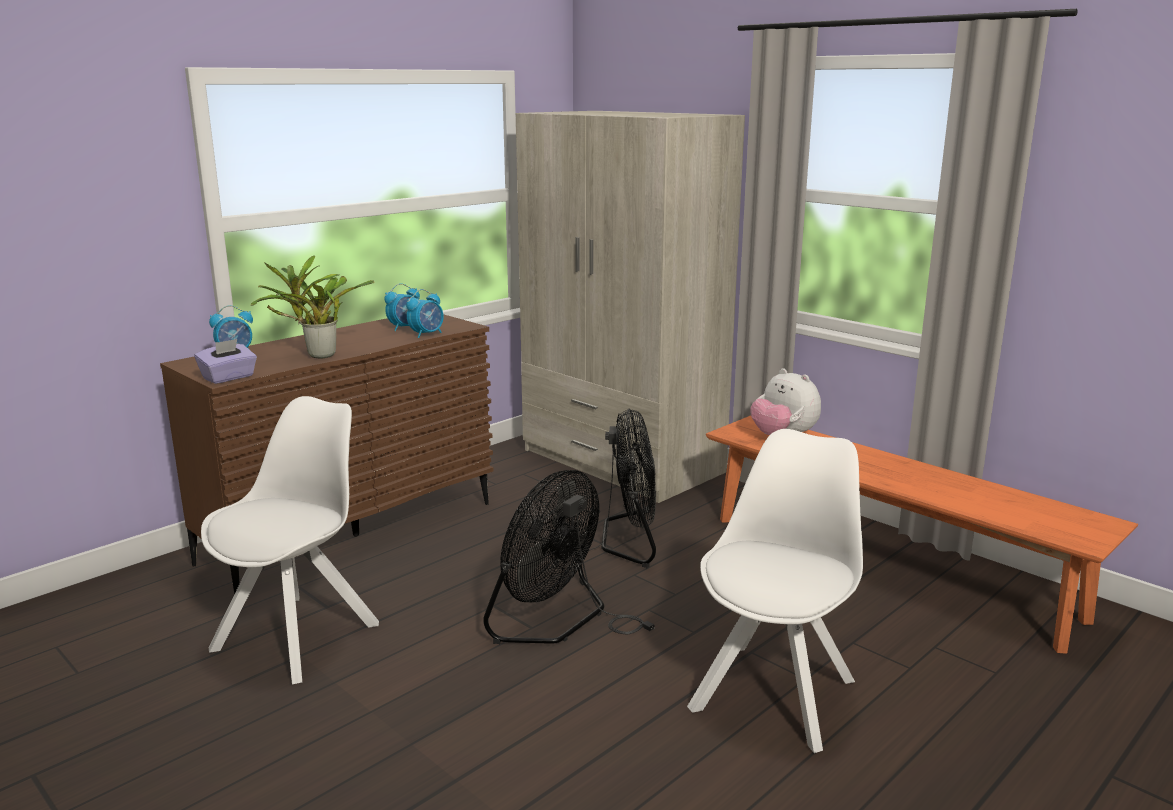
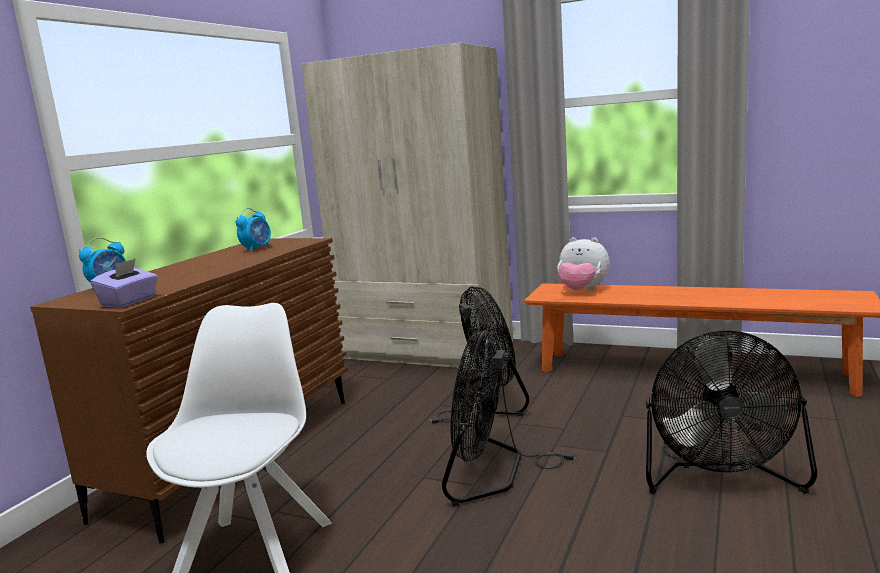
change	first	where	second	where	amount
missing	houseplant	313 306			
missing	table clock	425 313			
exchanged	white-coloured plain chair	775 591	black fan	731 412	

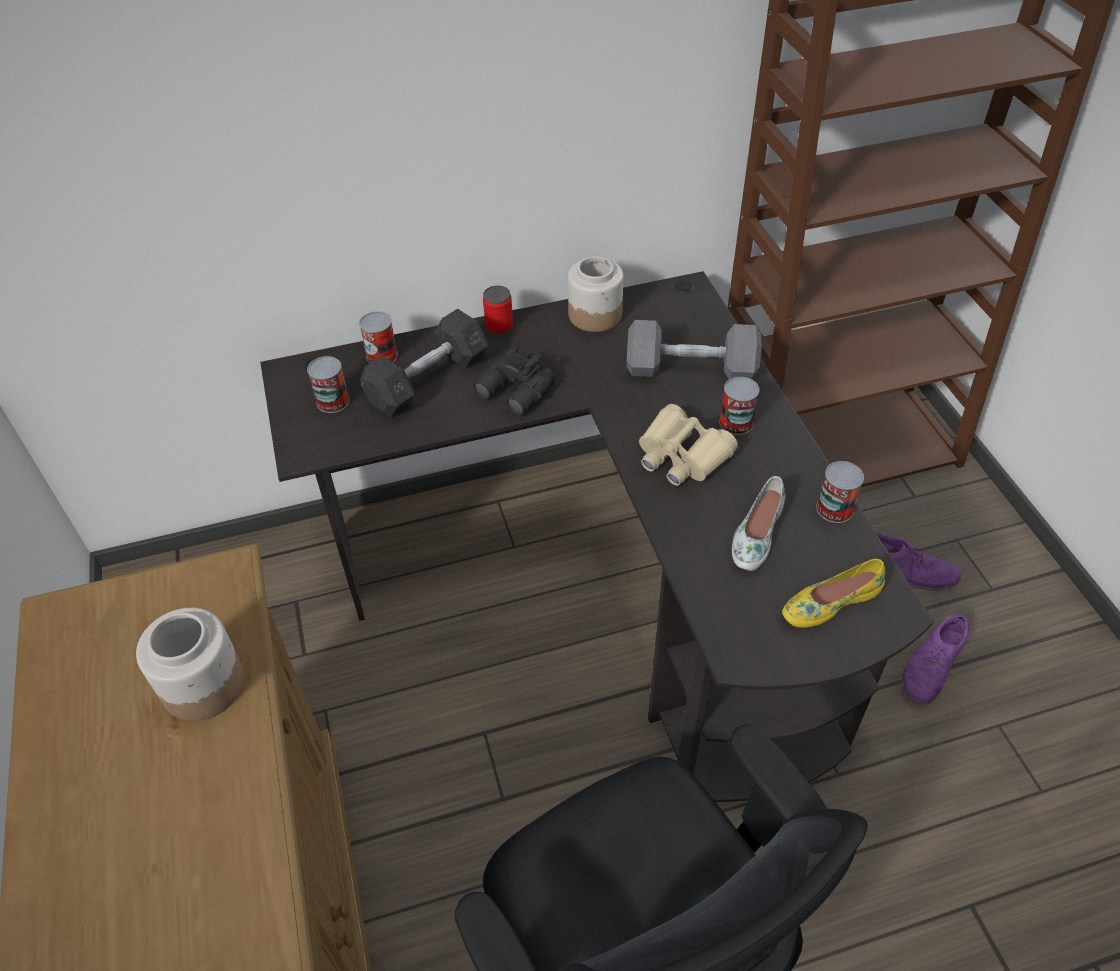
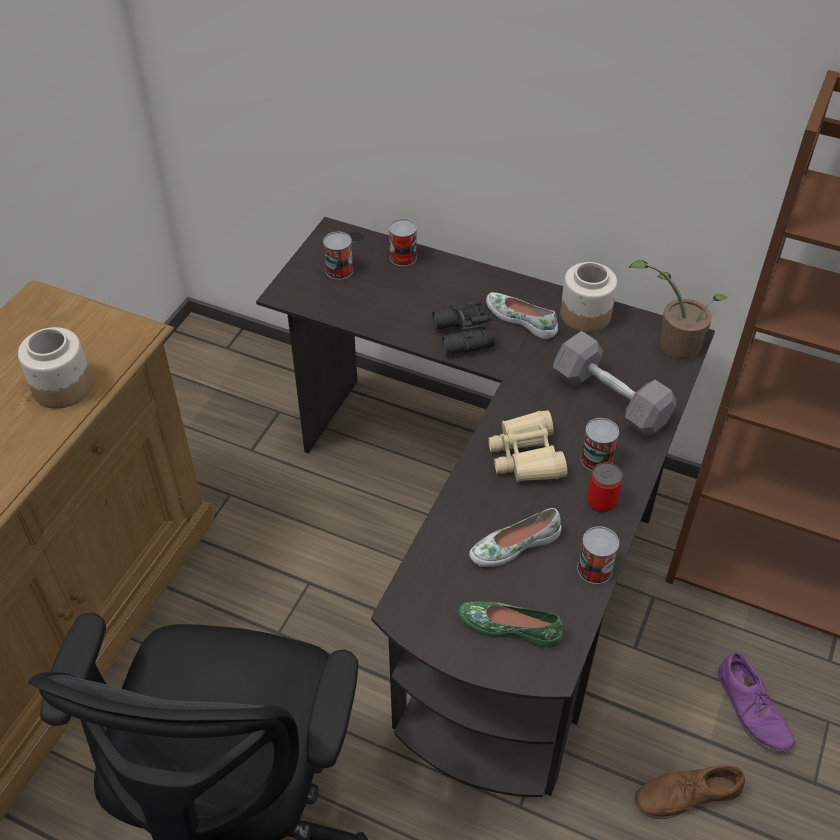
change	first	where	second	where	amount
missing	greyish dumbbell	424 363			
appeared			white-coloured shoe	522 315	
appeared			houseplant	678 309	
relocated	can	498 310		605 487	
colour	yellowish shoe	833 593	green shoe	510 624	
colour	purplish shoe	935 659	brown shoe	690 792	

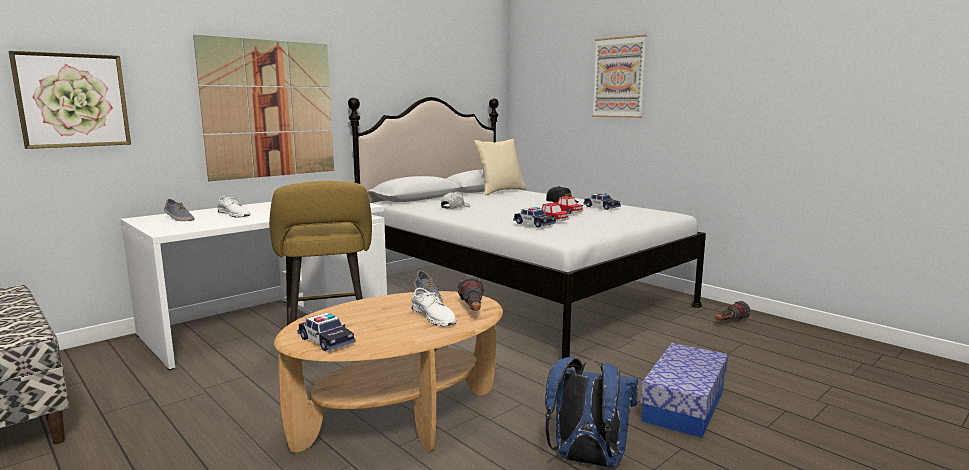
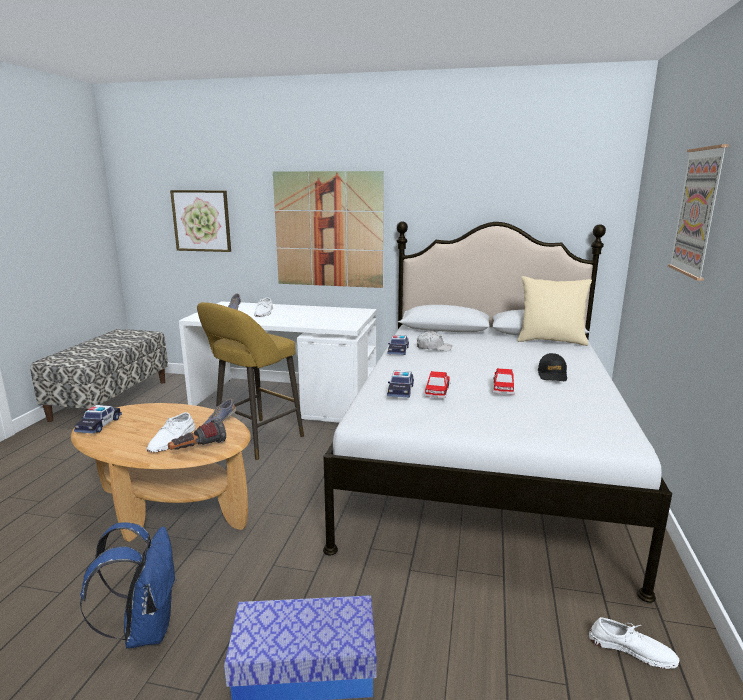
change	first	where	second	where	amount
relocated	miniature car	602 201		398 345	
exchanged	flashlight	733 311	white-coloured shoe	634 643	

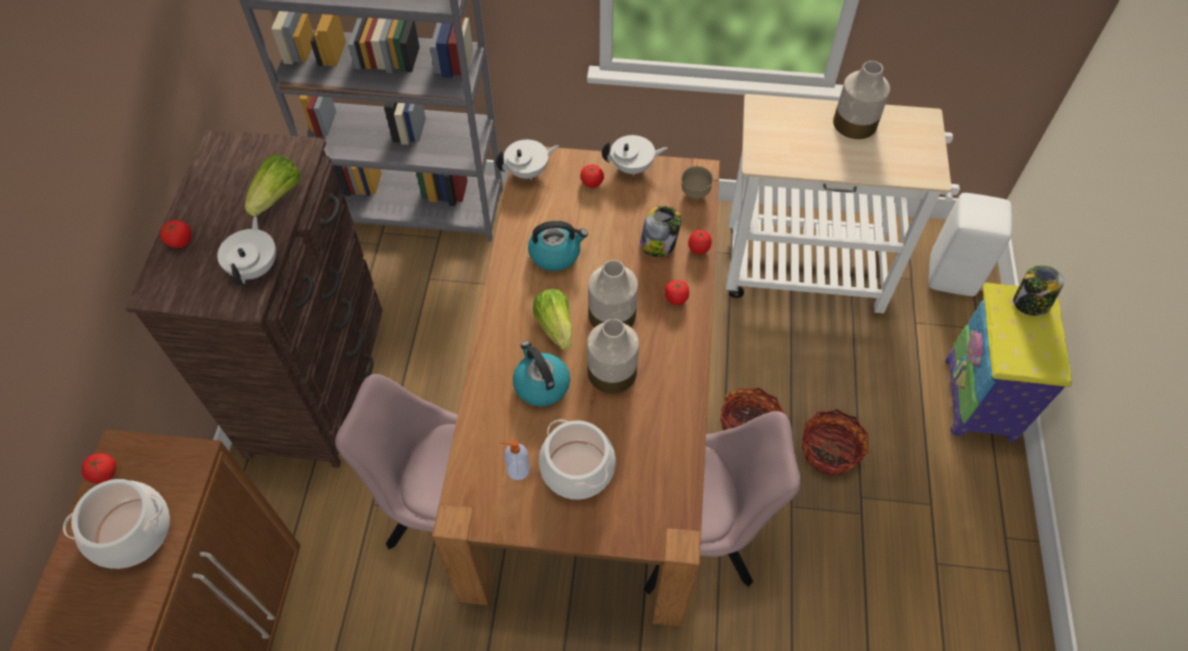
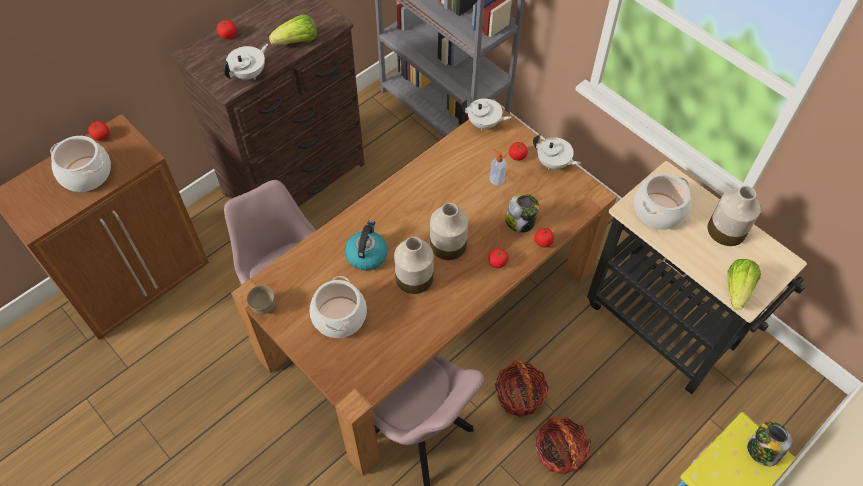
change	first	where	second	where	amount
missing	water kettle	558 246			
missing	white-coloured sitting stool	970 244			
appeared			saucepot	662 201	
relocated	soap dispenser	515 460		498 167	
relocated	lettuce head	552 319		744 284	
relocated	brown bowl	697 182		261 299	
colour	white-coloured trolley	843 203	black trolley	697 277	

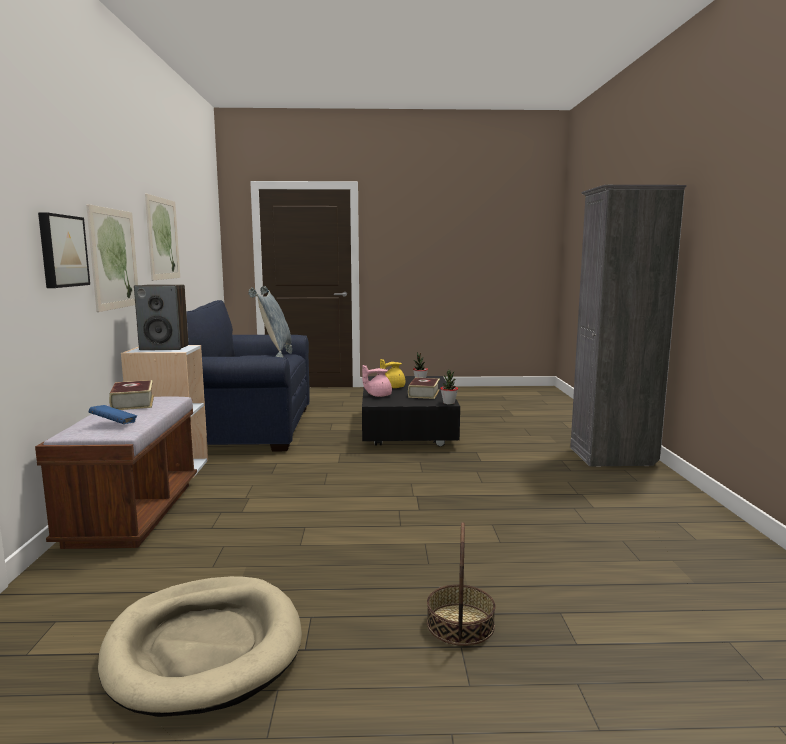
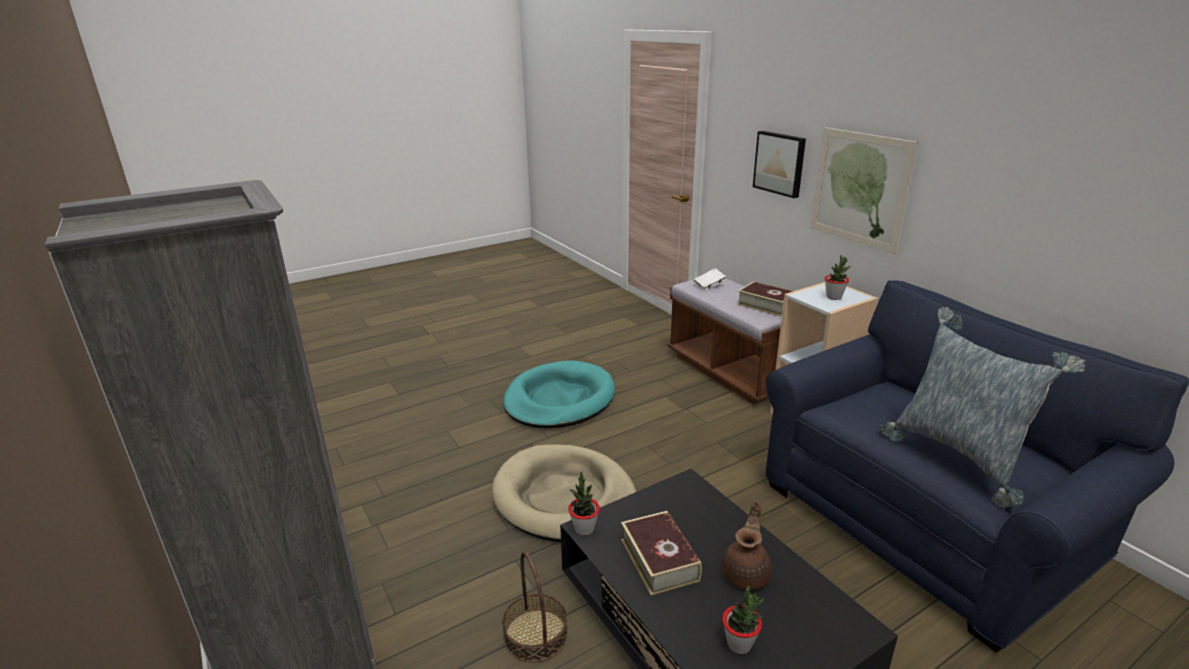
change	first	where	second	where	amount
missing	picture	162 237			
missing	pinkish pot for tea	377 381			
appeared			turquoise pet bed	559 394	
relocated	sand-coloured pet bed	200 646		564 493	
relocated	household basket	461 584		535 607	
exchanged	audio speaker	161 317	houseplant	837 277	
colour	blue book	113 414	white-coloured book	710 279	
colour	yellowish pot for tea	393 373	brown pot for tea	747 545	

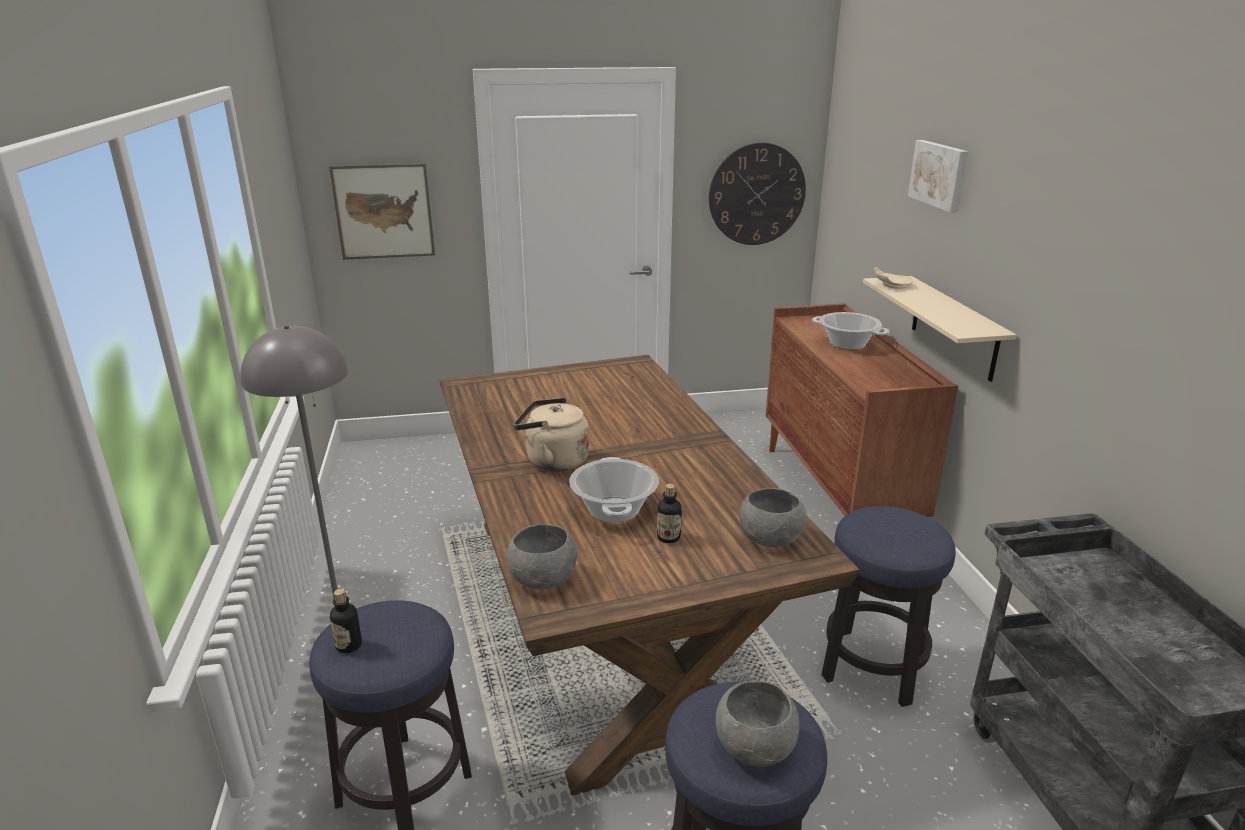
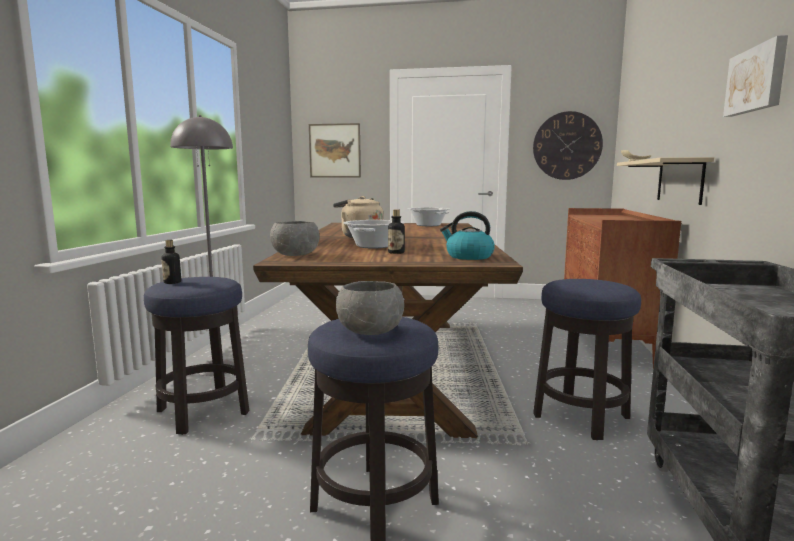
change	first	where	second	where	amount
relocated	saucepot	850 331		429 216	
relocated	picture	938 176		755 76	
exchanged	greyish bowl	773 517	water kettle	467 235	

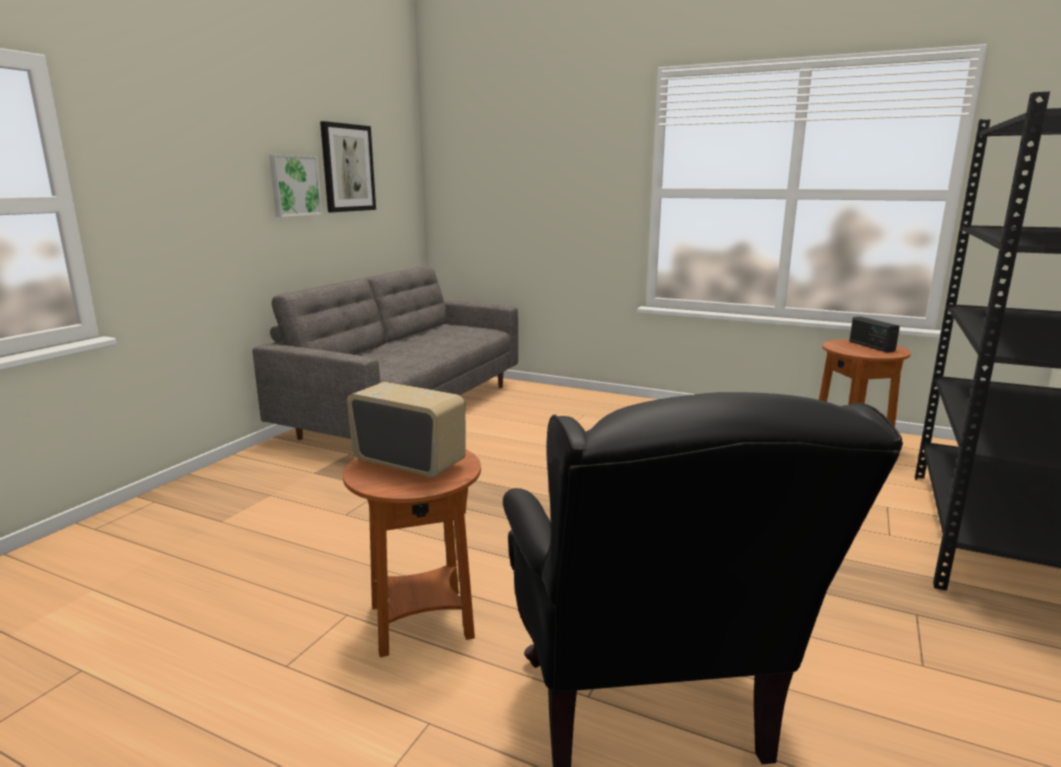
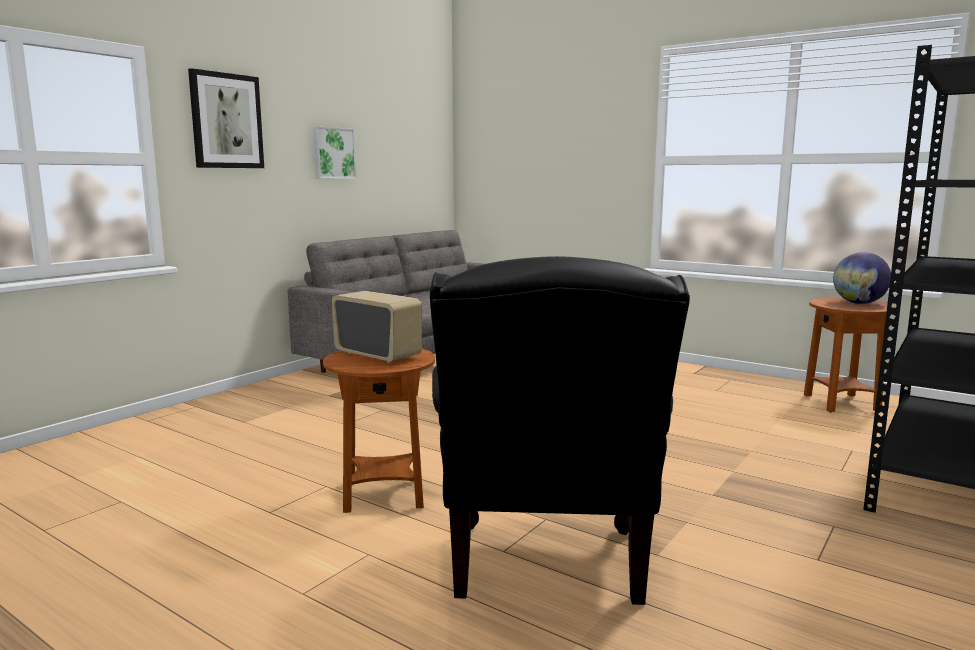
change	first	where	second	where	amount
relocated	picture	348 166		226 118	
exchanged	radio set	874 334	globe	862 278	

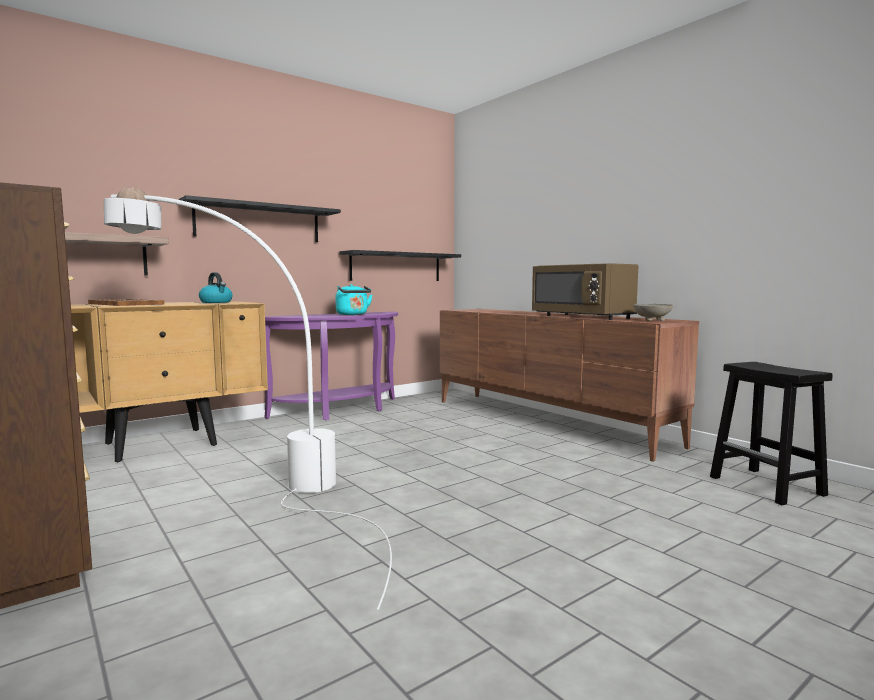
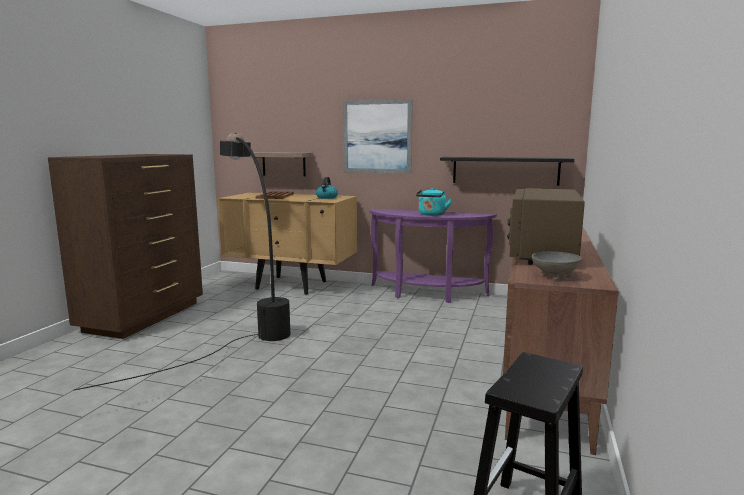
change	first	where	second	where	amount
exchanged	black shelf	259 218	picture	378 136	
colour	white-coloured standing lamp	248 399	black standing lamp	182 261	

